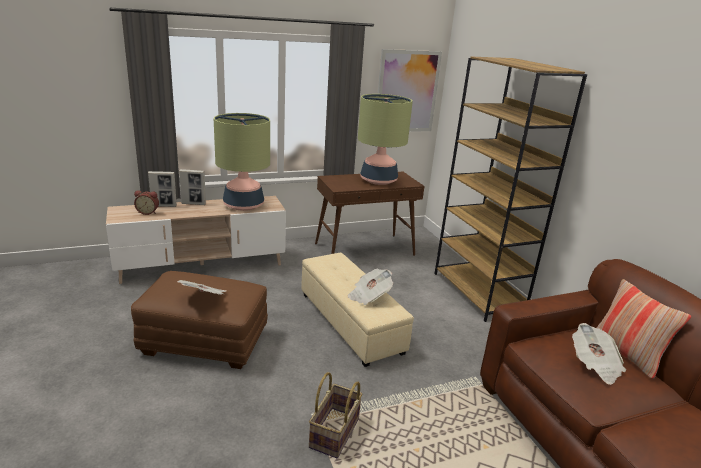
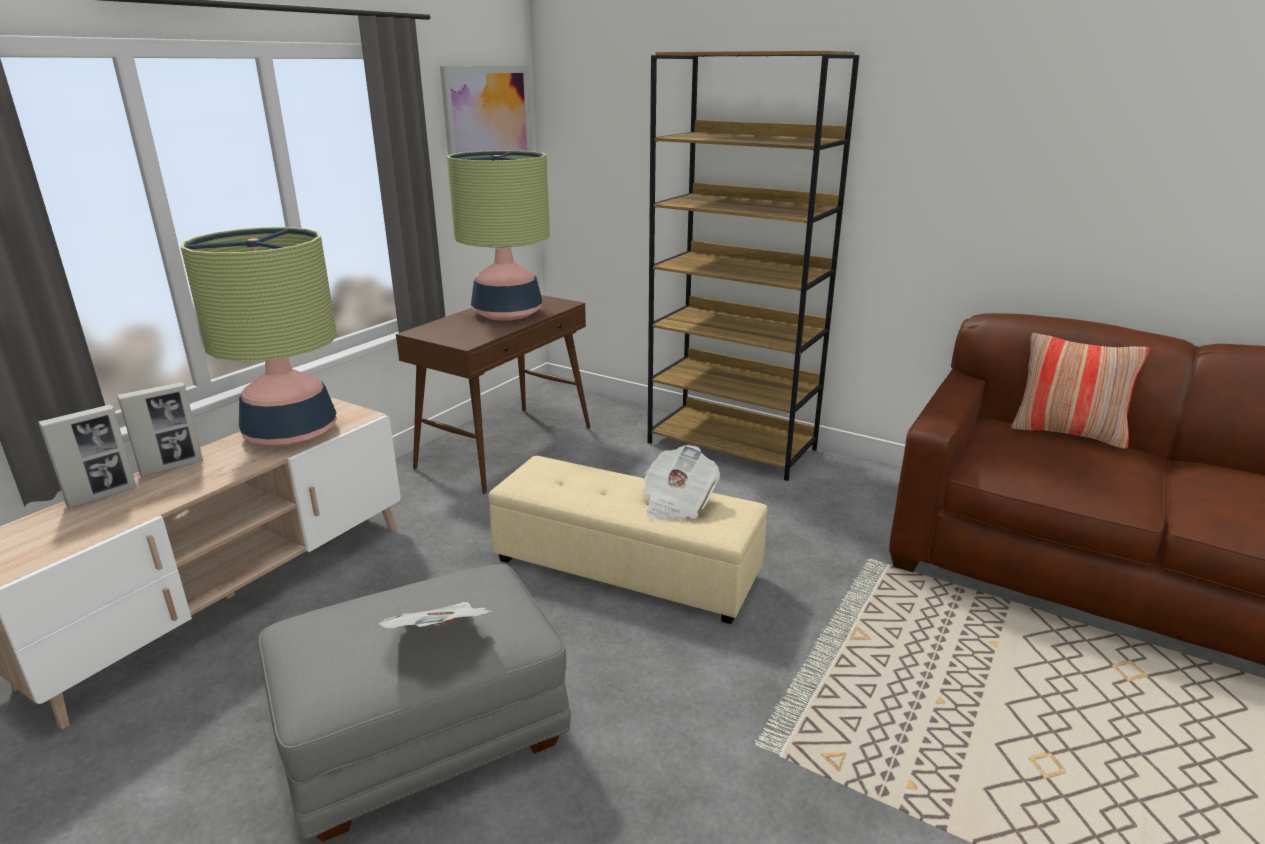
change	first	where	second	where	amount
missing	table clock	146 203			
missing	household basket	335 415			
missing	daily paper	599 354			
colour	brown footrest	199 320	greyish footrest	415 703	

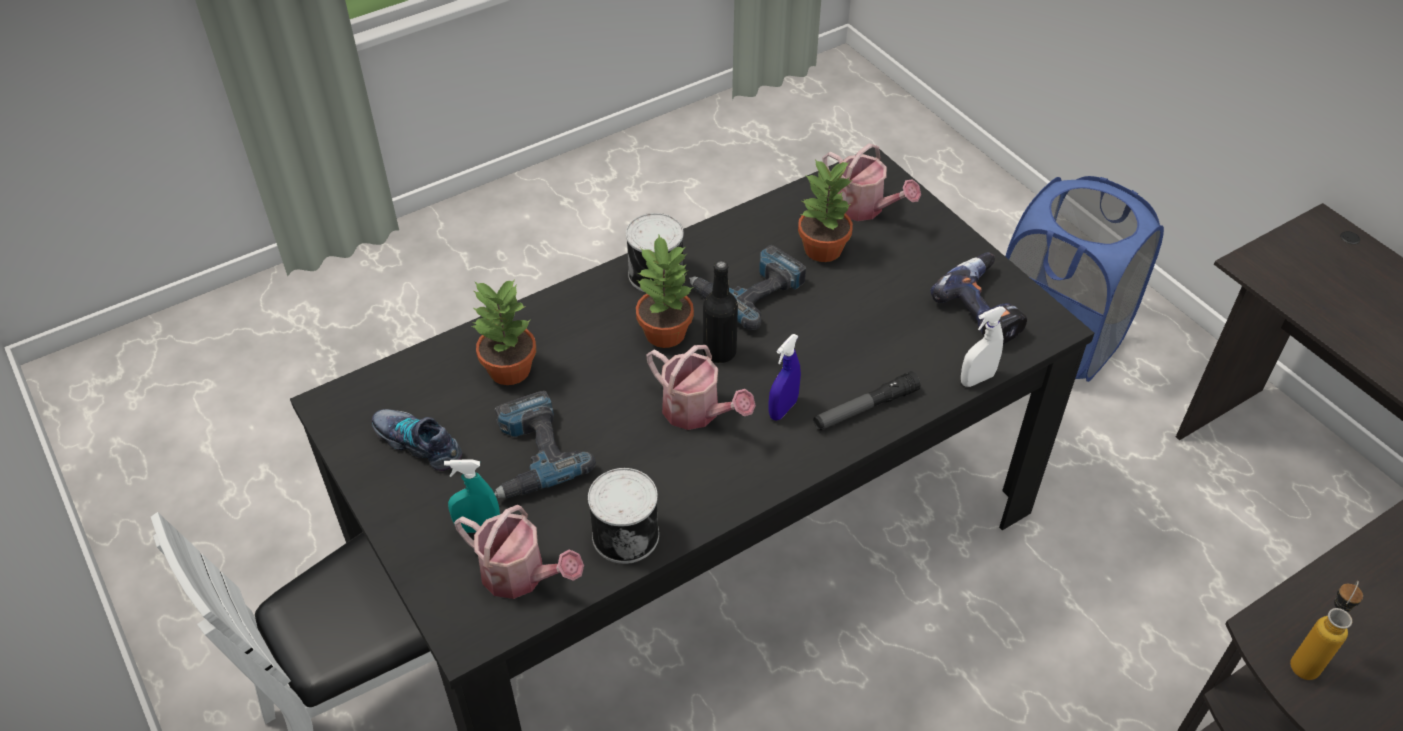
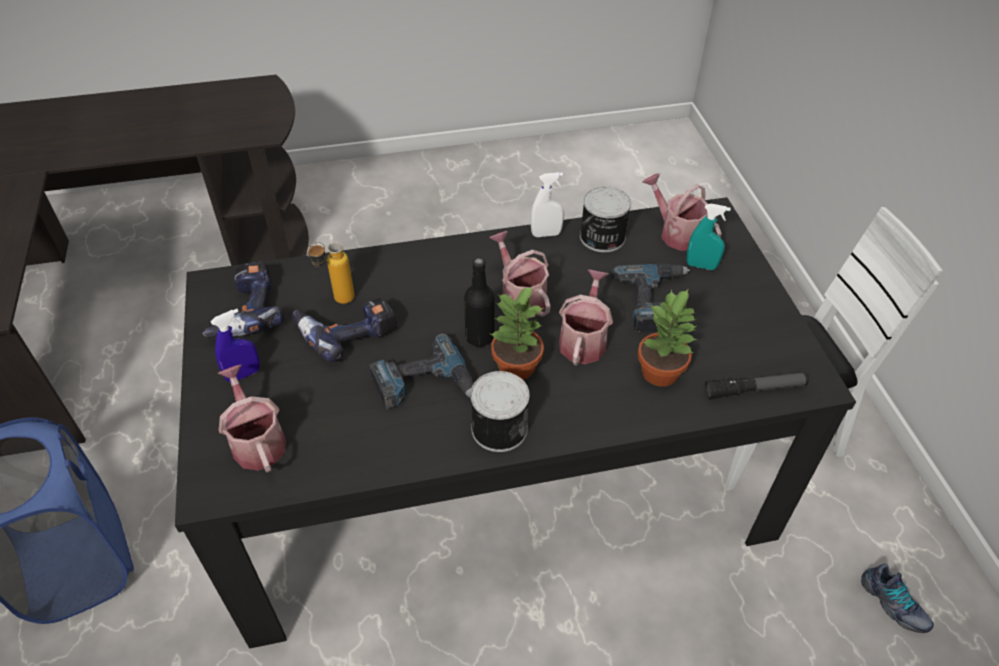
change	first	where	second	where	amount
missing	houseplant	825 210			
appeared			power drill	344 330	
appeared			watering can	586 317	
relocated	shoe	416 440		897 598	
relocated	blue hand sprayer	785 377		235 346	
relocated	flashlight	867 400		757 385	
relocated	white-coloured hand sprayer	983 346		547 204	
relocated	bottle	1326 630		330 273	

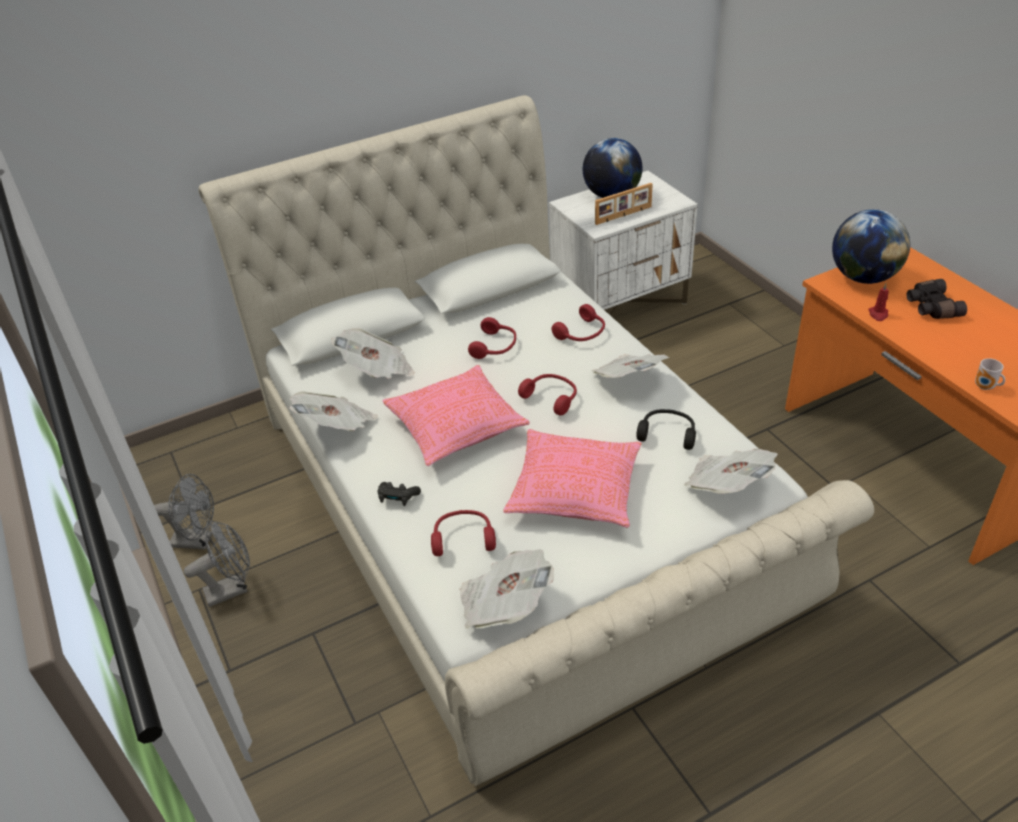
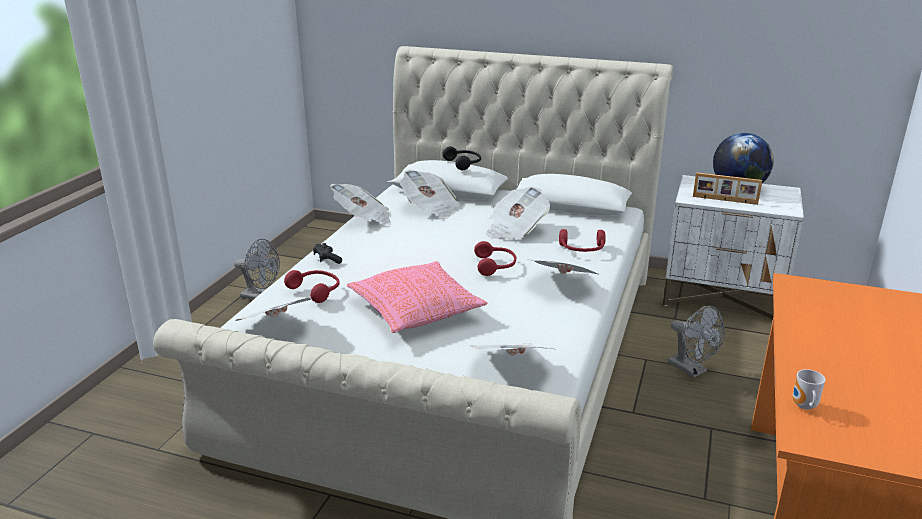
change	first	where	second	where	amount
missing	pinkish throw pillow	456 415			
missing	globe	871 246			
missing	red candle	878 302			
missing	black binoculars	936 299			
relocated	greyish fan	184 512		696 342	
relocated	black headphones	666 429		462 158	
exchanged	red headphones	492 338	daily paper	518 213	

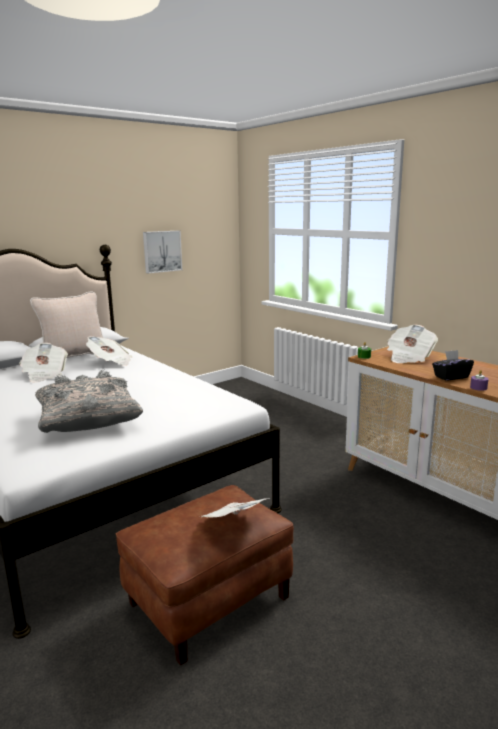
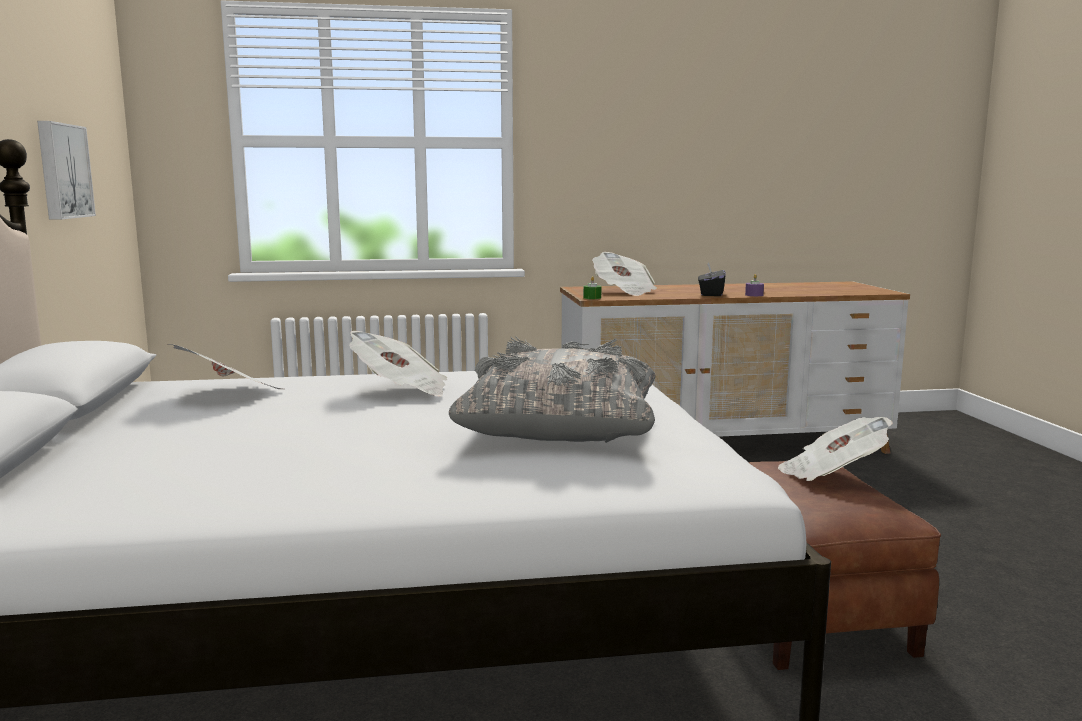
change	first	where	second	where	amount
missing	sand-coloured throw pillow	66 324			
relocated	daily paper	43 363		398 364	

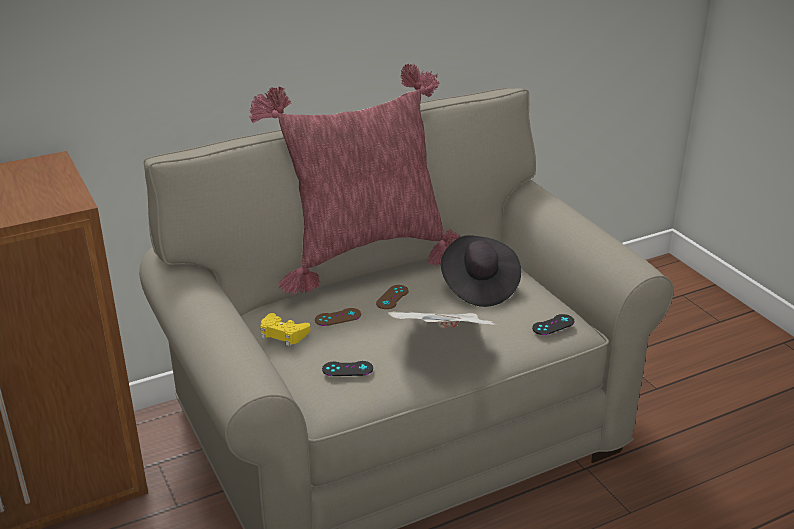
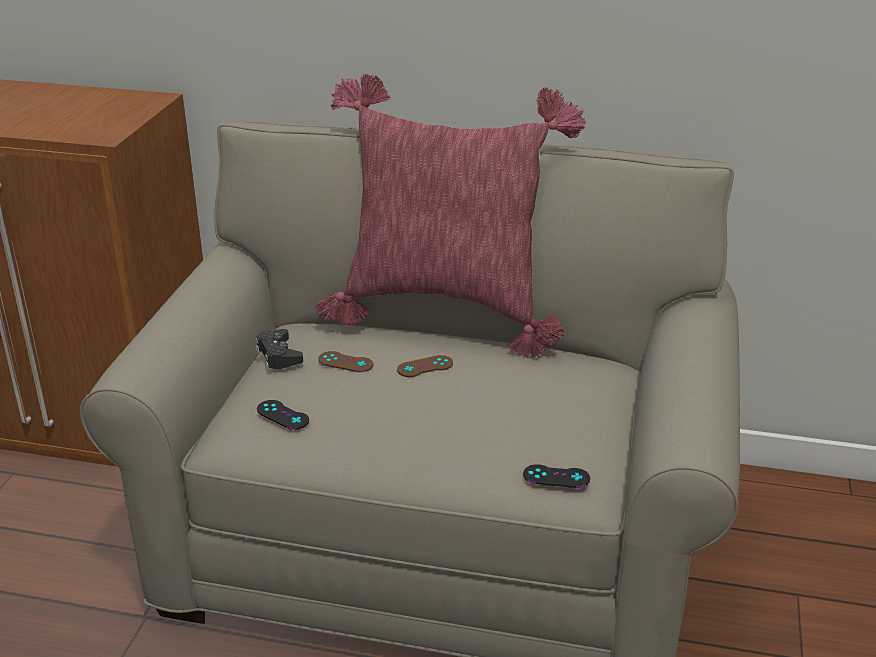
change	first	where	second	where	amount
missing	daily paper	443 320			
missing	black clothing hat	481 271			
colour	yellowish game controller	285 329	black game controller	279 349	

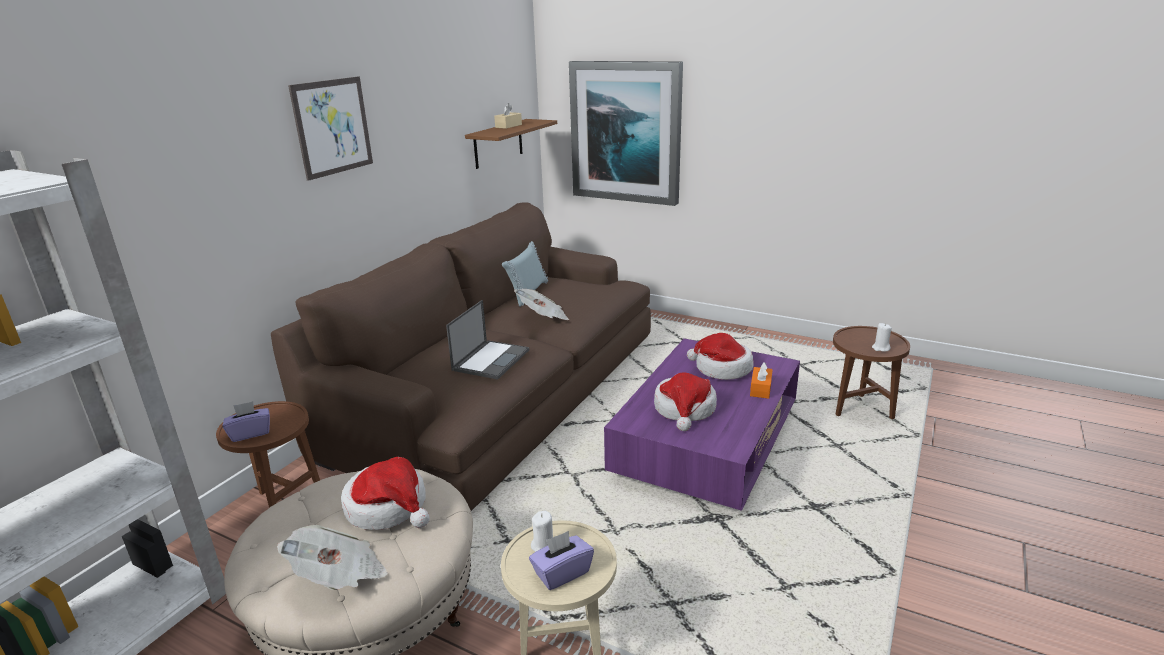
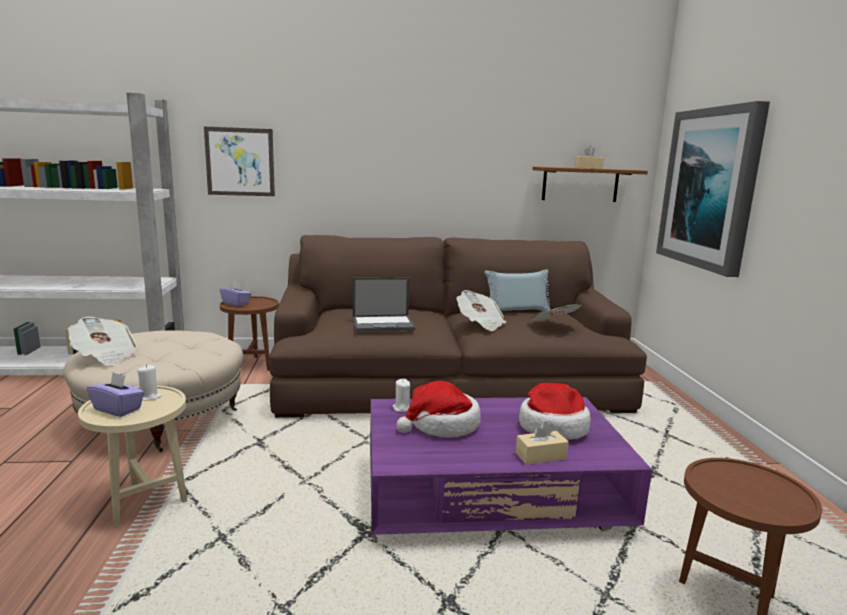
change	first	where	second	where	amount
missing	clothing hat	385 493			
appeared			daily paper	555 312	
relocated	picture	330 129		239 161	
relocated	white-coloured candle	882 337		401 395	
colour	orange box of tissues	761 380	sand-coloured box of tissues	542 443	

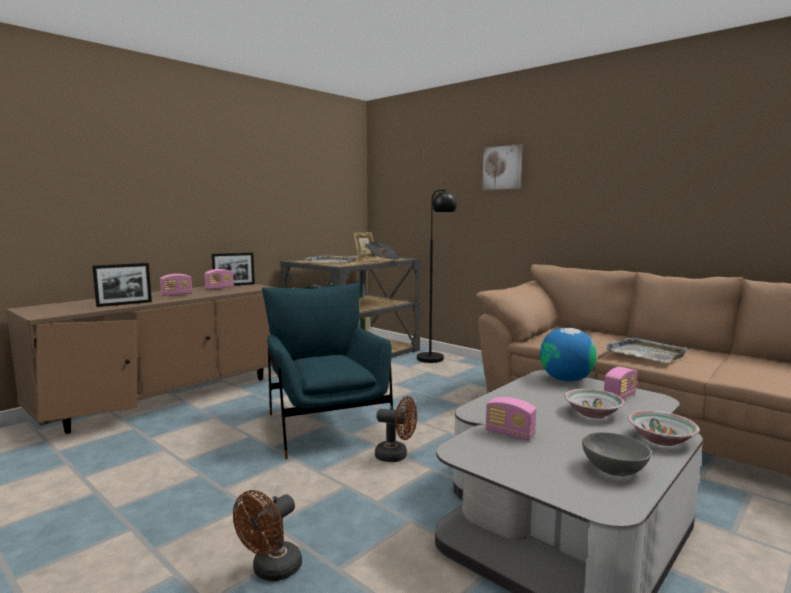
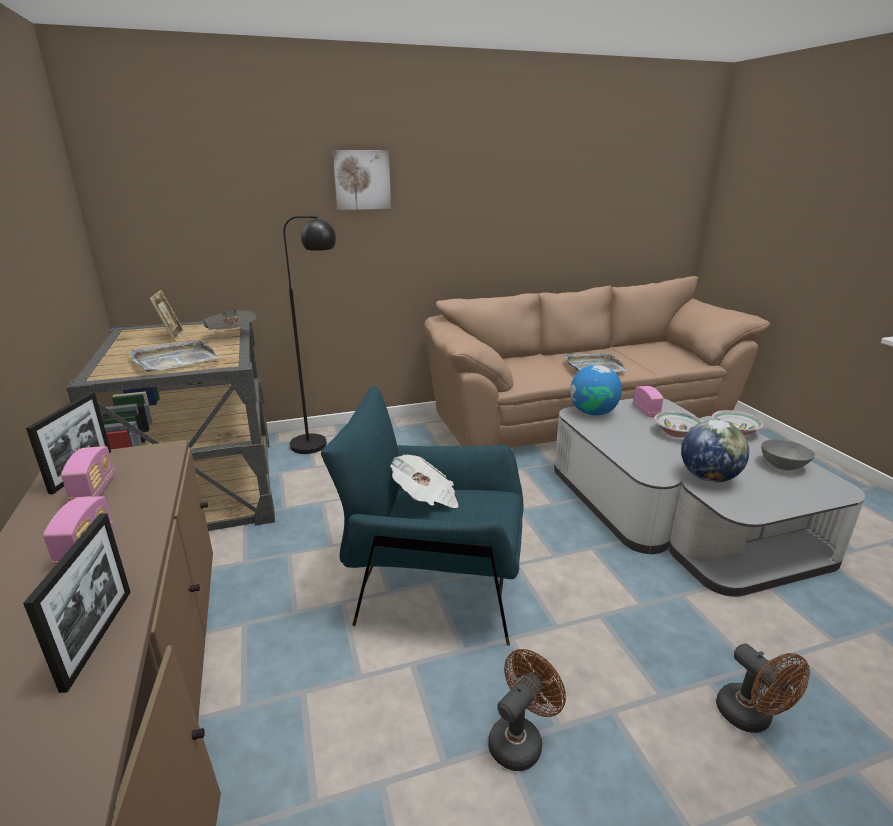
change	first	where	second	where	amount
appeared			daily paper	424 481	
relocated	brown fan	396 429		527 710	
exchanged	radio set	510 419	globe	715 451	

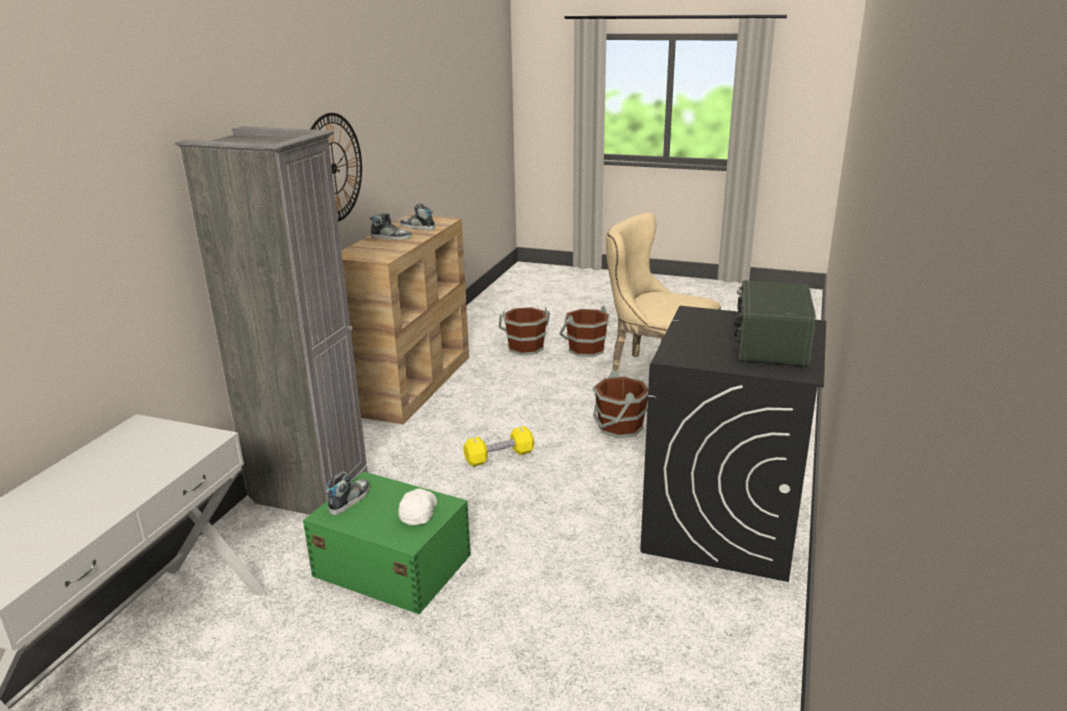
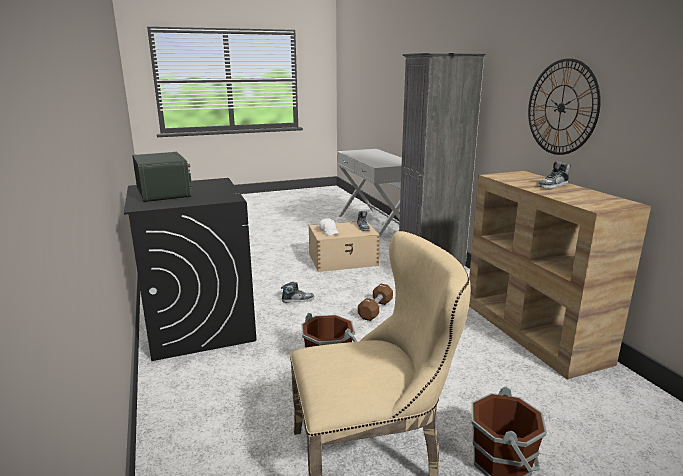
change	first	where	second	where	amount
missing	brown bucket	524 331			
relocated	shoe	417 217		297 292	
colour	green storage bin	387 542	sand-coloured storage bin	344 247	
colour	yellowish dumbbell	498 446	brown dumbbell	375 302	

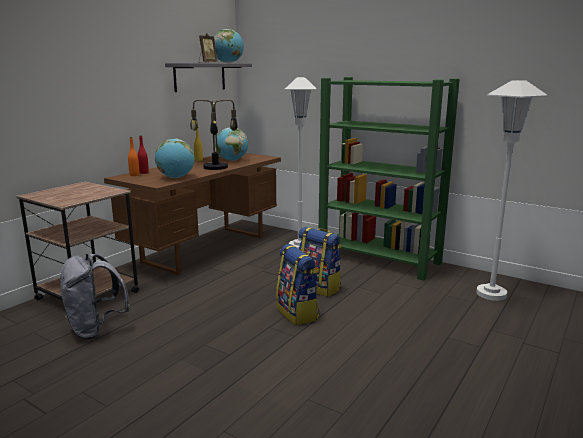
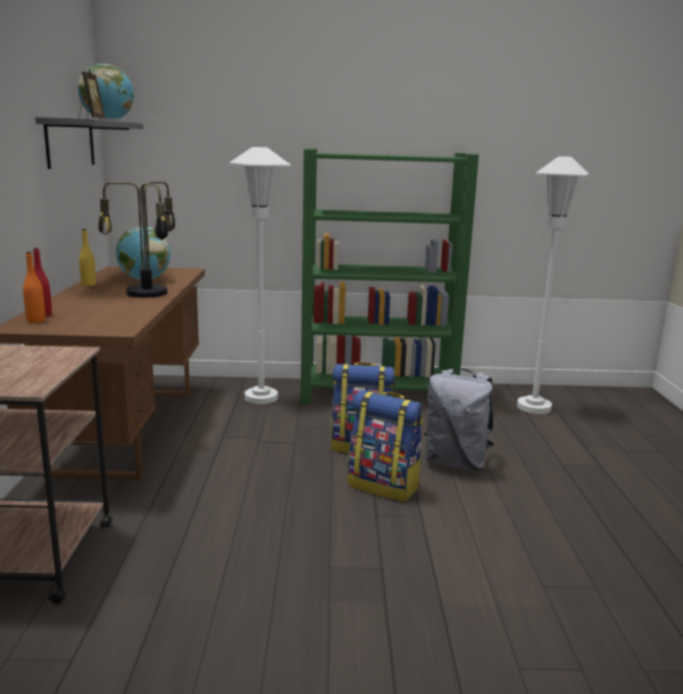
change	first	where	second	where	amount
missing	globe	175 158			
relocated	greyish knapsack	95 296		459 420	

